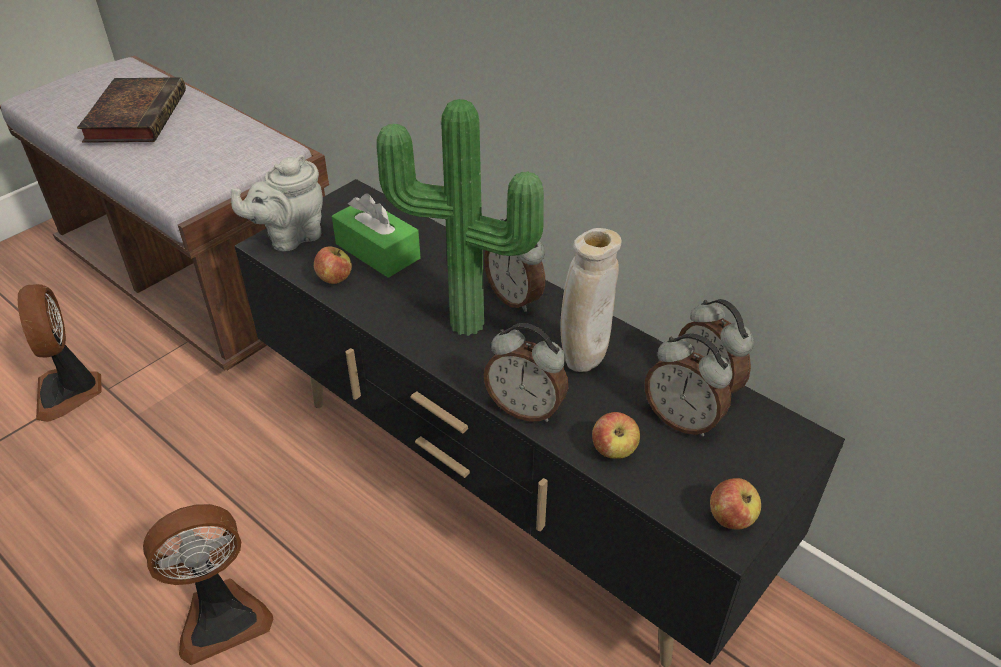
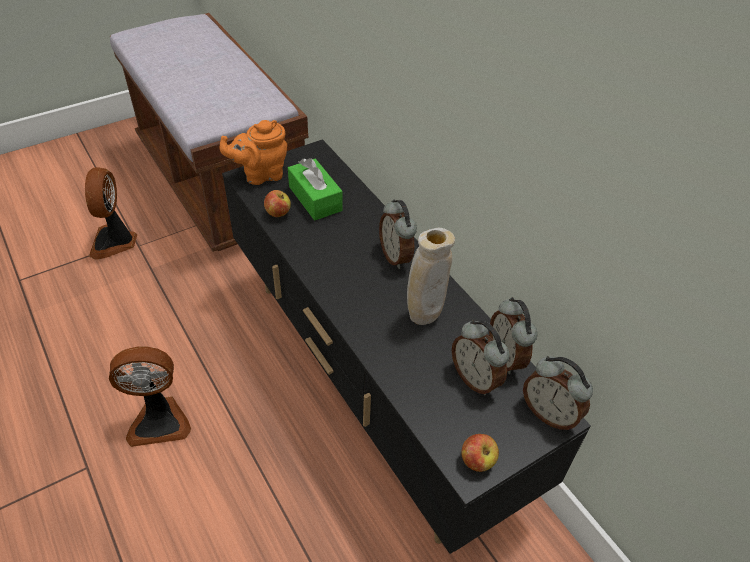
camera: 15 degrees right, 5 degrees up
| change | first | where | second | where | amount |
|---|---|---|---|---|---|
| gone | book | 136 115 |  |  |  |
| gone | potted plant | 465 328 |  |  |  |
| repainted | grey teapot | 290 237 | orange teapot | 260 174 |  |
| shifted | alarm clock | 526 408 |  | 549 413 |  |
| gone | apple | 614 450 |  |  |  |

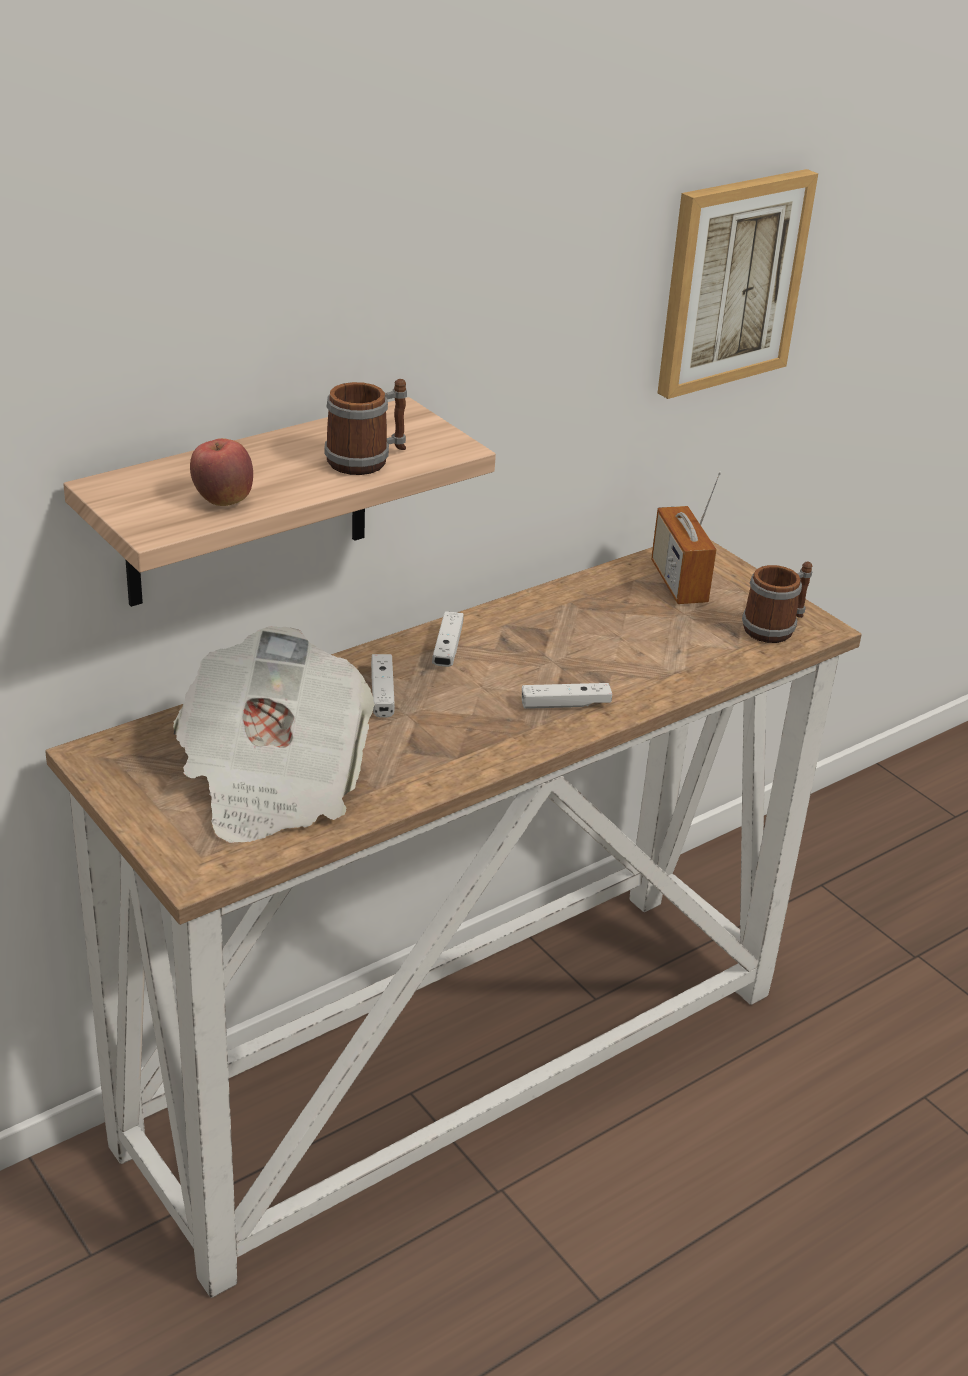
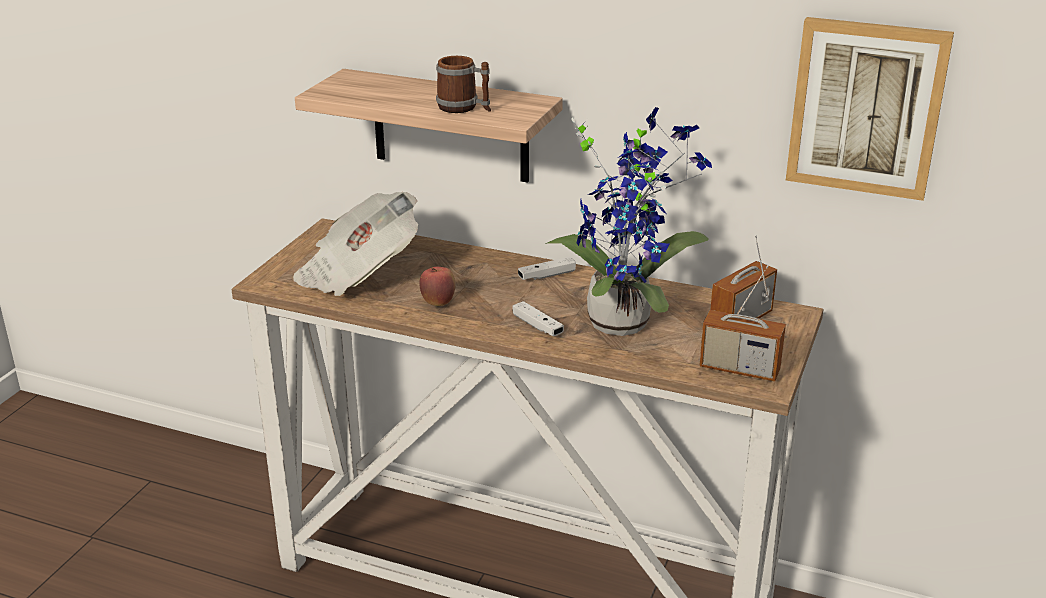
camera: 60 degrees right, 5 degrees down
| change | first | where | second | where | amount |
|---|---|---|---|---|---|
| shifted | apple | 222 501 |  | 438 302 |  |
| swapped | mug | 775 627 | radio | 739 369 |  |
| gone | white game controller | 382 693 |  |  |  |
| new |  |  | potted plant | 624 319 |  |

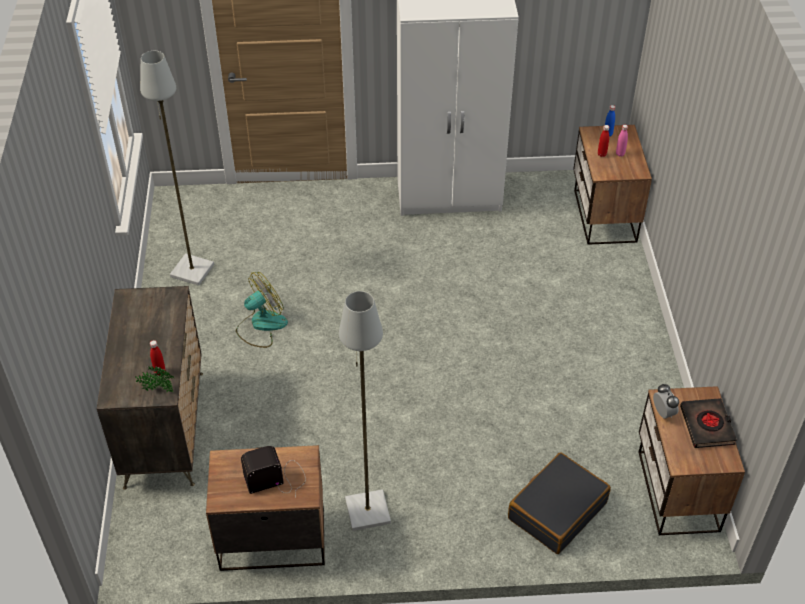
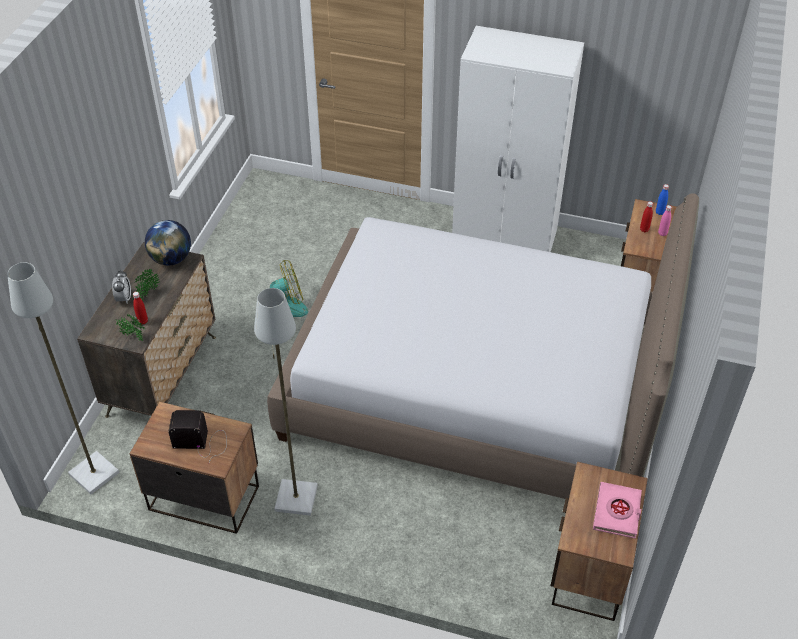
camera: 20 degrees right, 0 degrees up
| change | first | where | second | where | amount |
|---|---|---|---|---|---|
| shifted | grey floor lamp | 191 271 |  | 93 474 |  |
| shifted | alarm clock | 663 413 |  | 124 298 |  |
| repainted | black book | 707 426 | pink book | 617 512 |  |
| gone | black suitcase | 557 510 |  |  |  |
| new |  |  | bed | 477 388 |  |
| new |  |  | globe | 171 259 |  |
| new |  |  | potted plant | 146 295 |  |

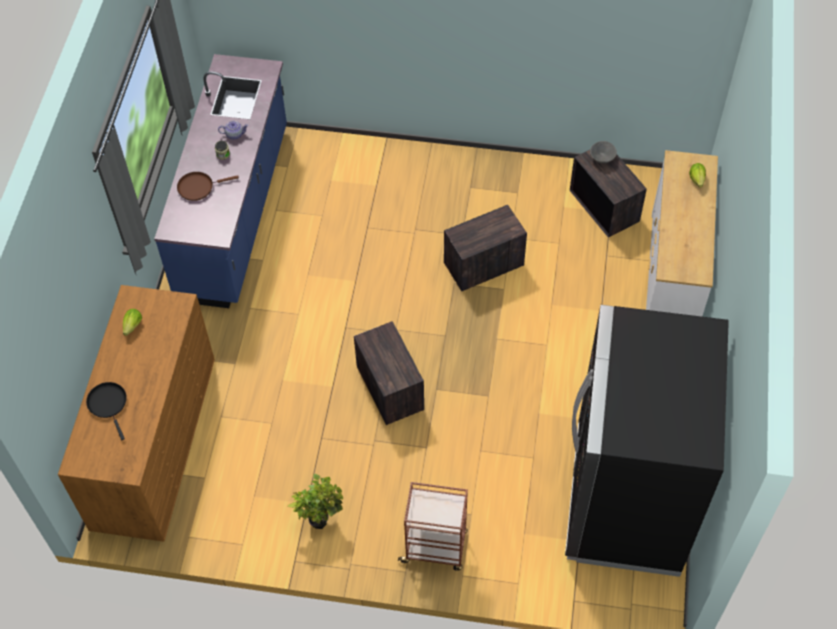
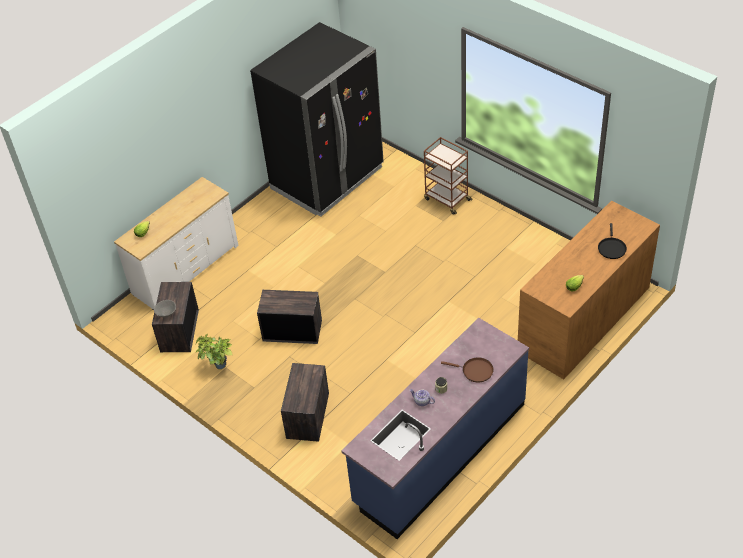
camera: 145 degrees left, 10 degrees down
| change | first | where | second | where | amount |
|---|---|---|---|---|---|
| shifted | crate | 389 386 |  | 308 416 |  |
| shifted | potted plant | 320 518 |  | 218 367 |  |

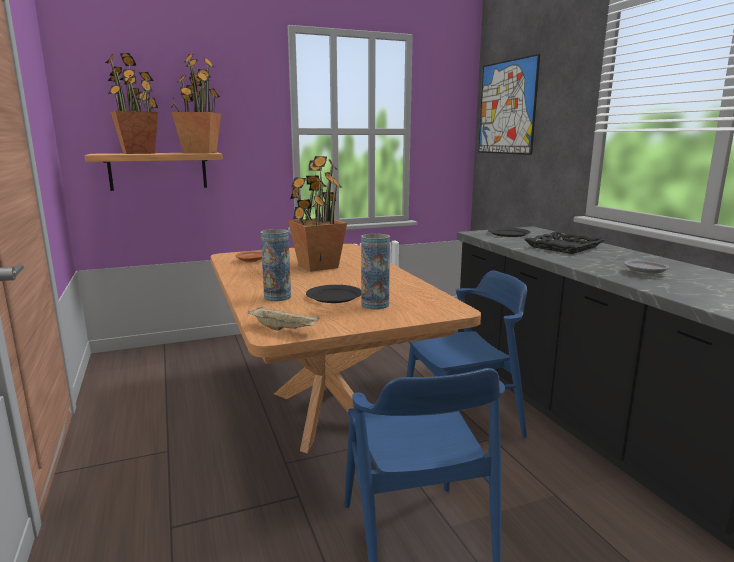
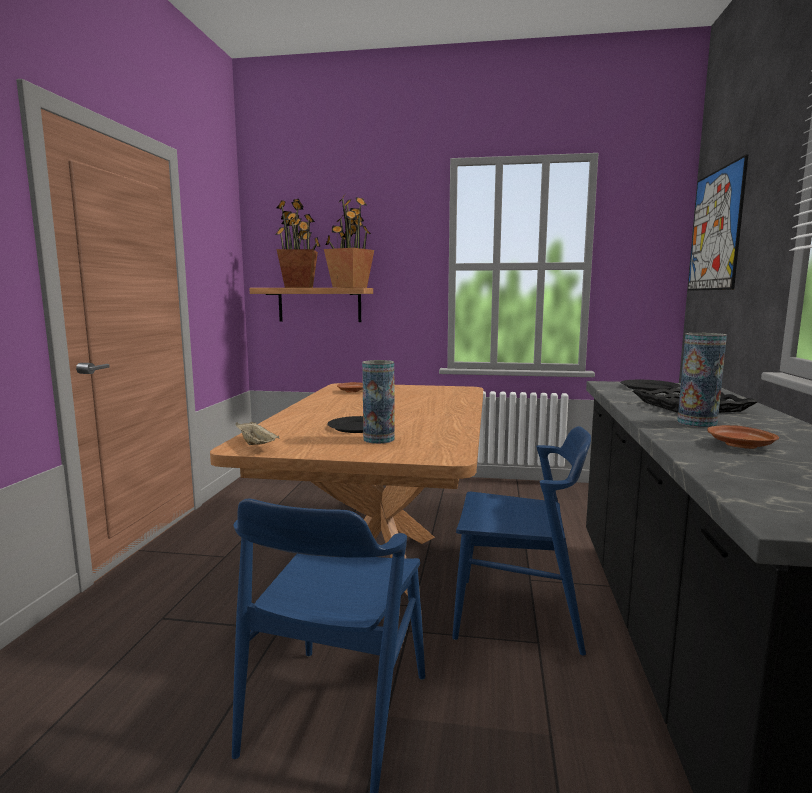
camera: 30 degrees right, 5 degrees down
| change | first | where | second | where | amount |
|---|---|---|---|---|---|
| gone | potted plant | 317 266 |  |  |  |
| shifted | vase | 277 297 |  | 697 423 |  |
| repainted | grey plate | 645 273 | brown plate | 740 446 |  |

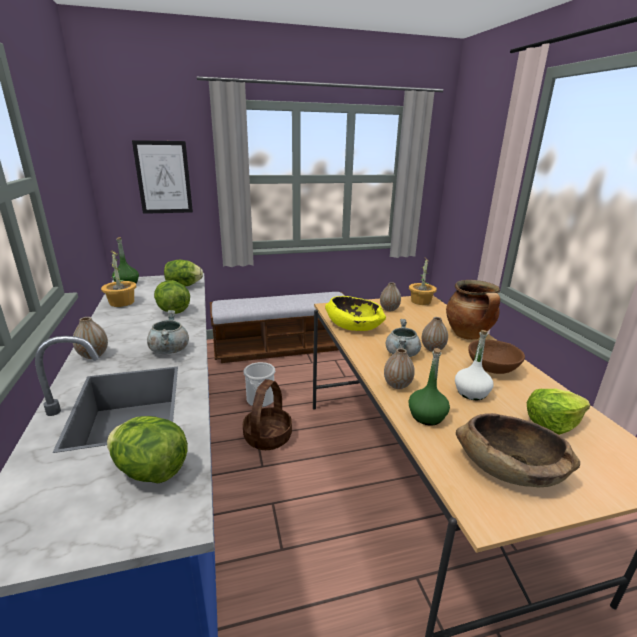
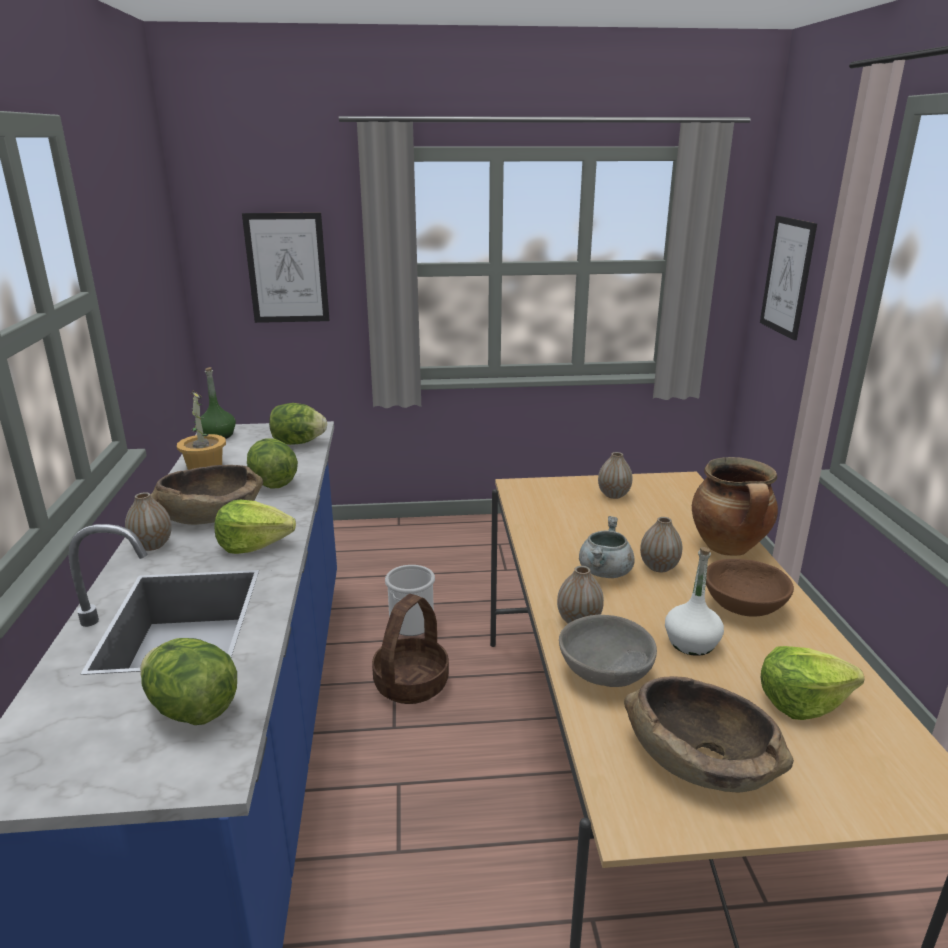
camera: 10 degrees right, 0 degrees up
| change | first | where | second | where | amount |
|---|---|---|---|---|---|
| gone | potted plant | 420 301 |  |  |  |
| gone | bench | 282 348 |  |  |  |
| gone | yellow bowl | 354 326 |  |  |  |
| swapped | grey cooking pot | 169 350 | lettuce | 254 544 |  |
| swapped | green bottle | 427 416 | grey bowl | 605 673 |  |
| new |  |  | picture | 787 276 |  |
| new |  |  | brown bowl | 211 514 |  |

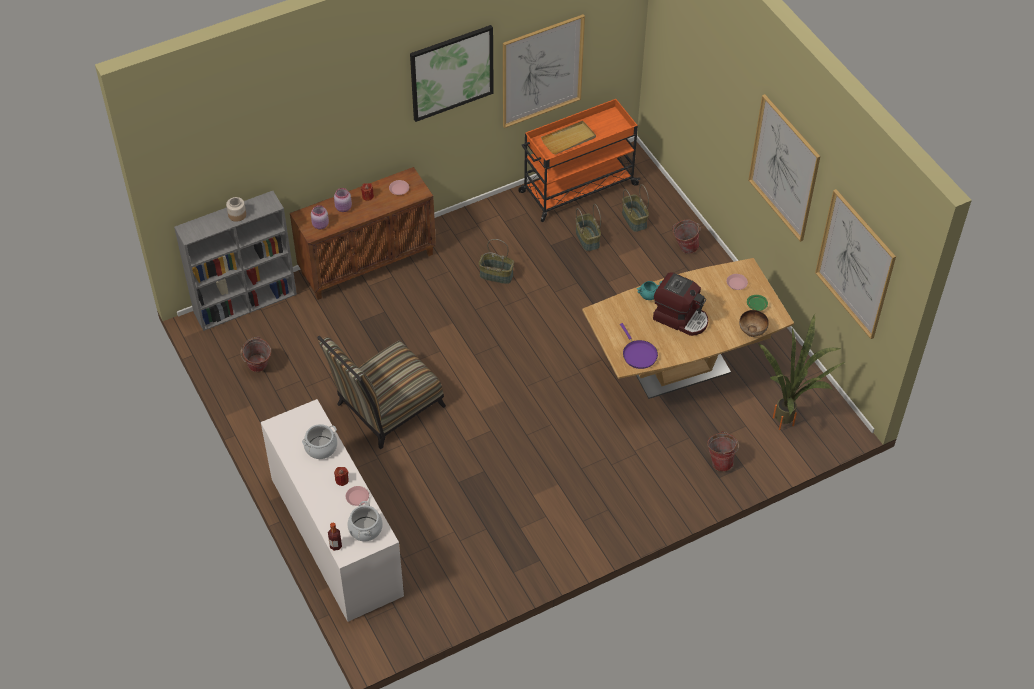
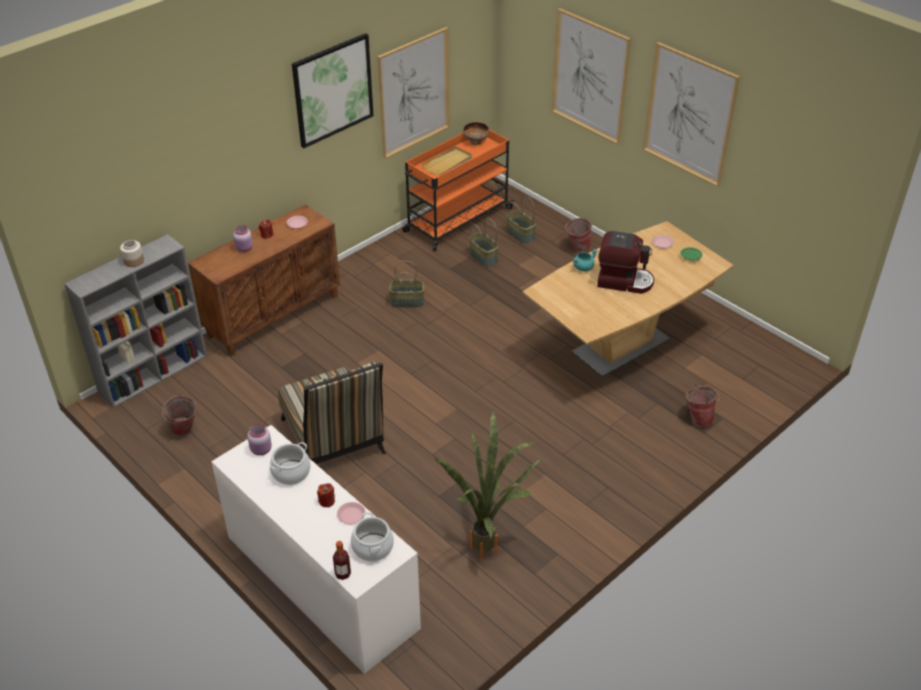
camera: 15 degrees left, 10 degrees down
| change | first | where | second | where | amount |
|---|---|---|---|---|---|
| shifted | picture | 855 264 |  | 590 76 |  |
| shifted | pink jar | 320 225 |  | 261 450 |  |
| shifted | bowl | 752 332 |  | 476 142 |  |
| shifted | potted plant | 790 421 |  | 491 547 |  |
| gone | purple frying pan | 638 354 |  |  |  |
| rotated | chair | 385 408 |  | 335 441 | 60 degrees counterclockwise |

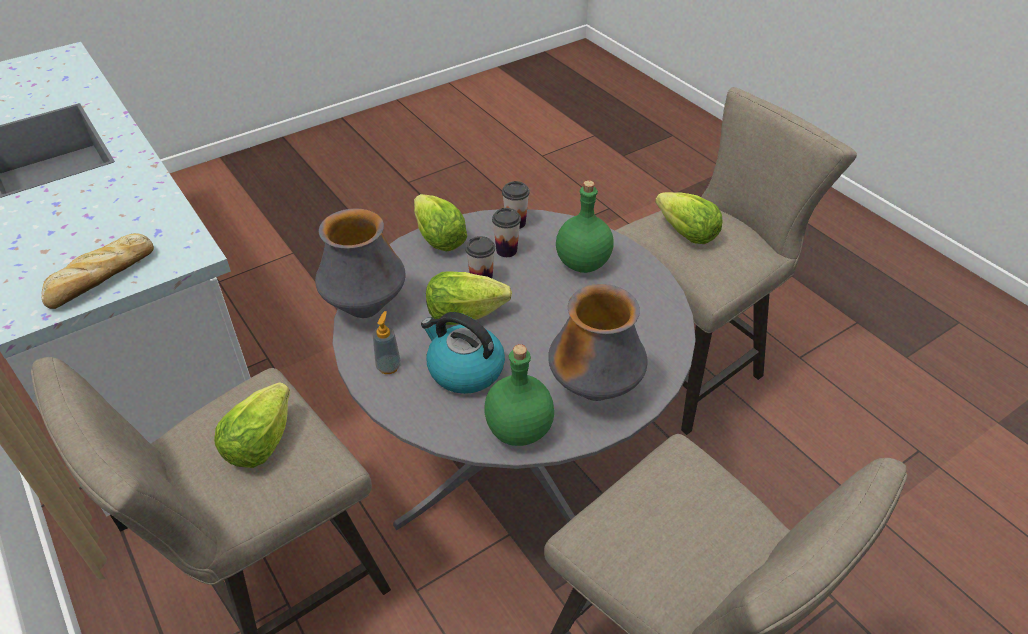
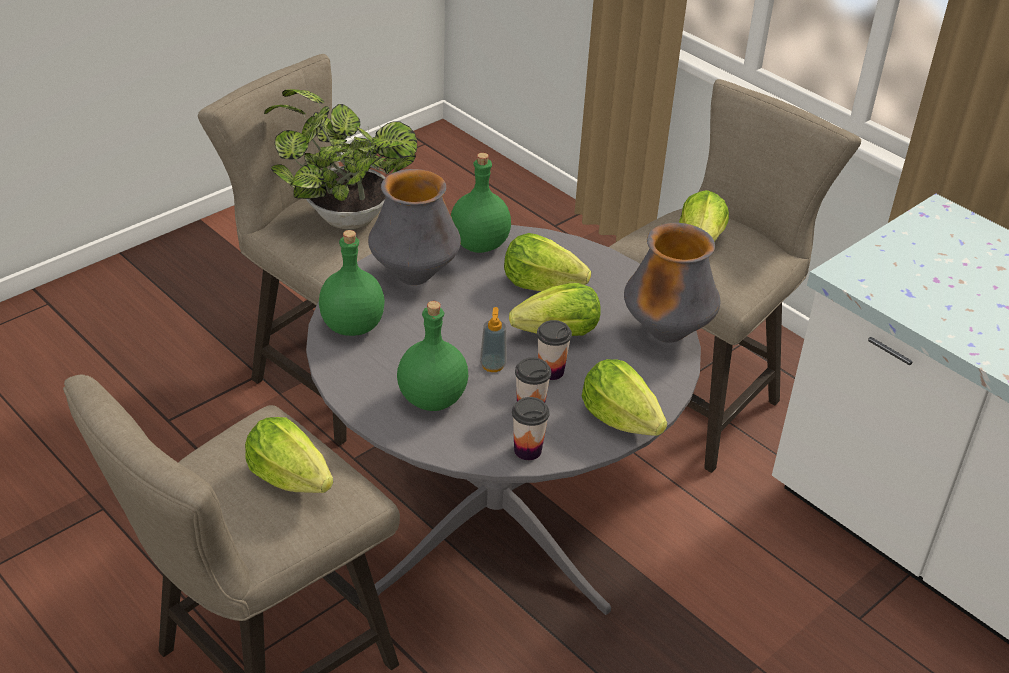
camera: 170 degrees right, 5 degrees down
| change | first | where | second | where | amount |
|---|---|---|---|---|---|
| gone | bread | 100 279 |  |  |  |
| shifted | soap dispenser | 388 366 |  | 492 365 |  |
| swapped | kettle | 464 370 | lettuce | 541 284 |  |
| new |  |  | potted plant | 342 216 |  |
| new |  |  | green bottle | 353 326 |  |

